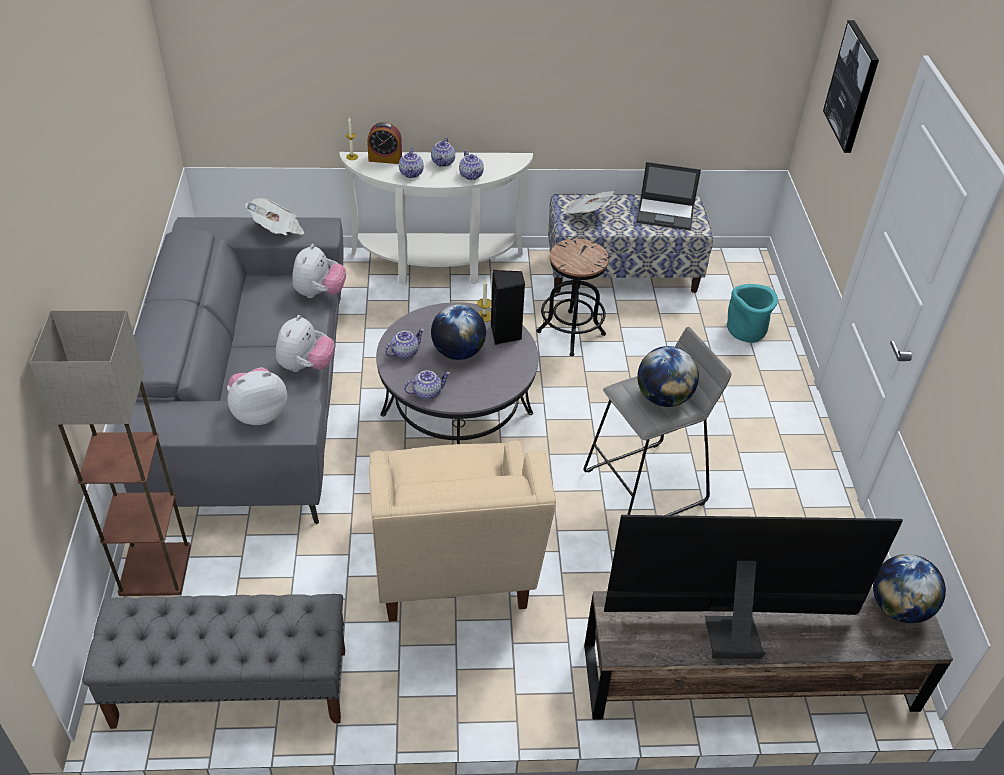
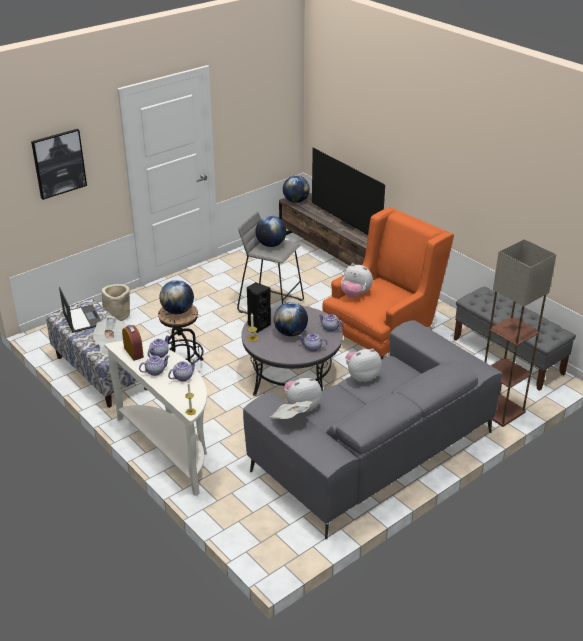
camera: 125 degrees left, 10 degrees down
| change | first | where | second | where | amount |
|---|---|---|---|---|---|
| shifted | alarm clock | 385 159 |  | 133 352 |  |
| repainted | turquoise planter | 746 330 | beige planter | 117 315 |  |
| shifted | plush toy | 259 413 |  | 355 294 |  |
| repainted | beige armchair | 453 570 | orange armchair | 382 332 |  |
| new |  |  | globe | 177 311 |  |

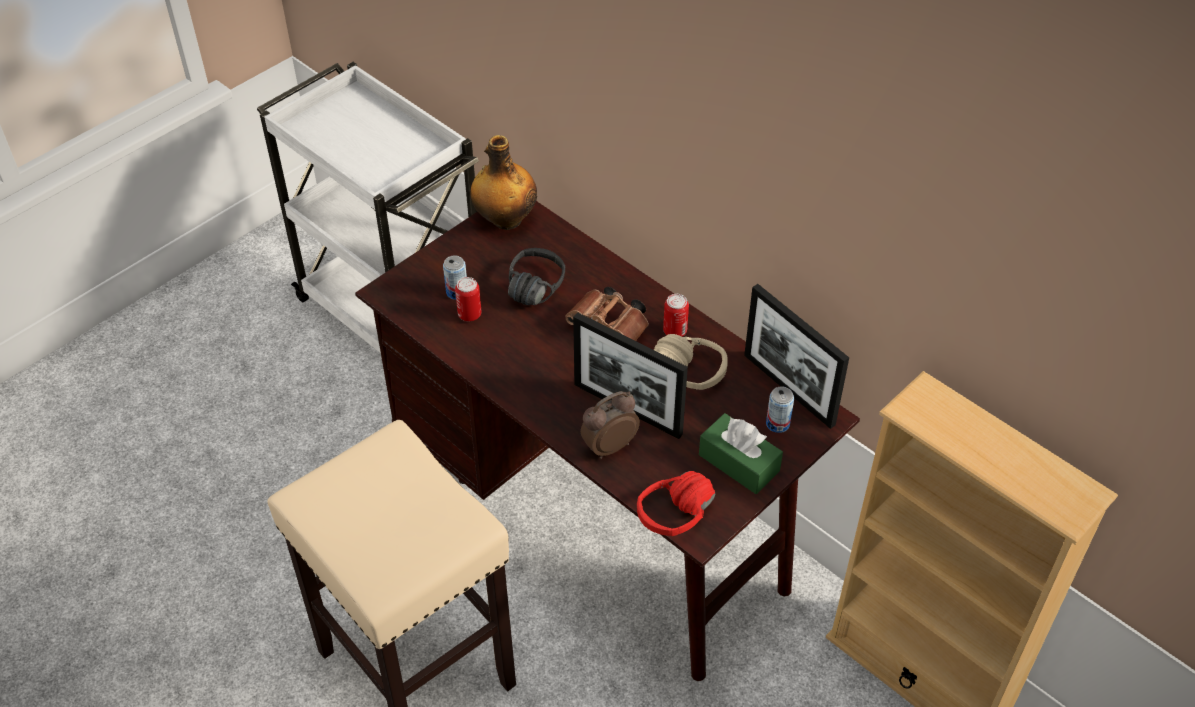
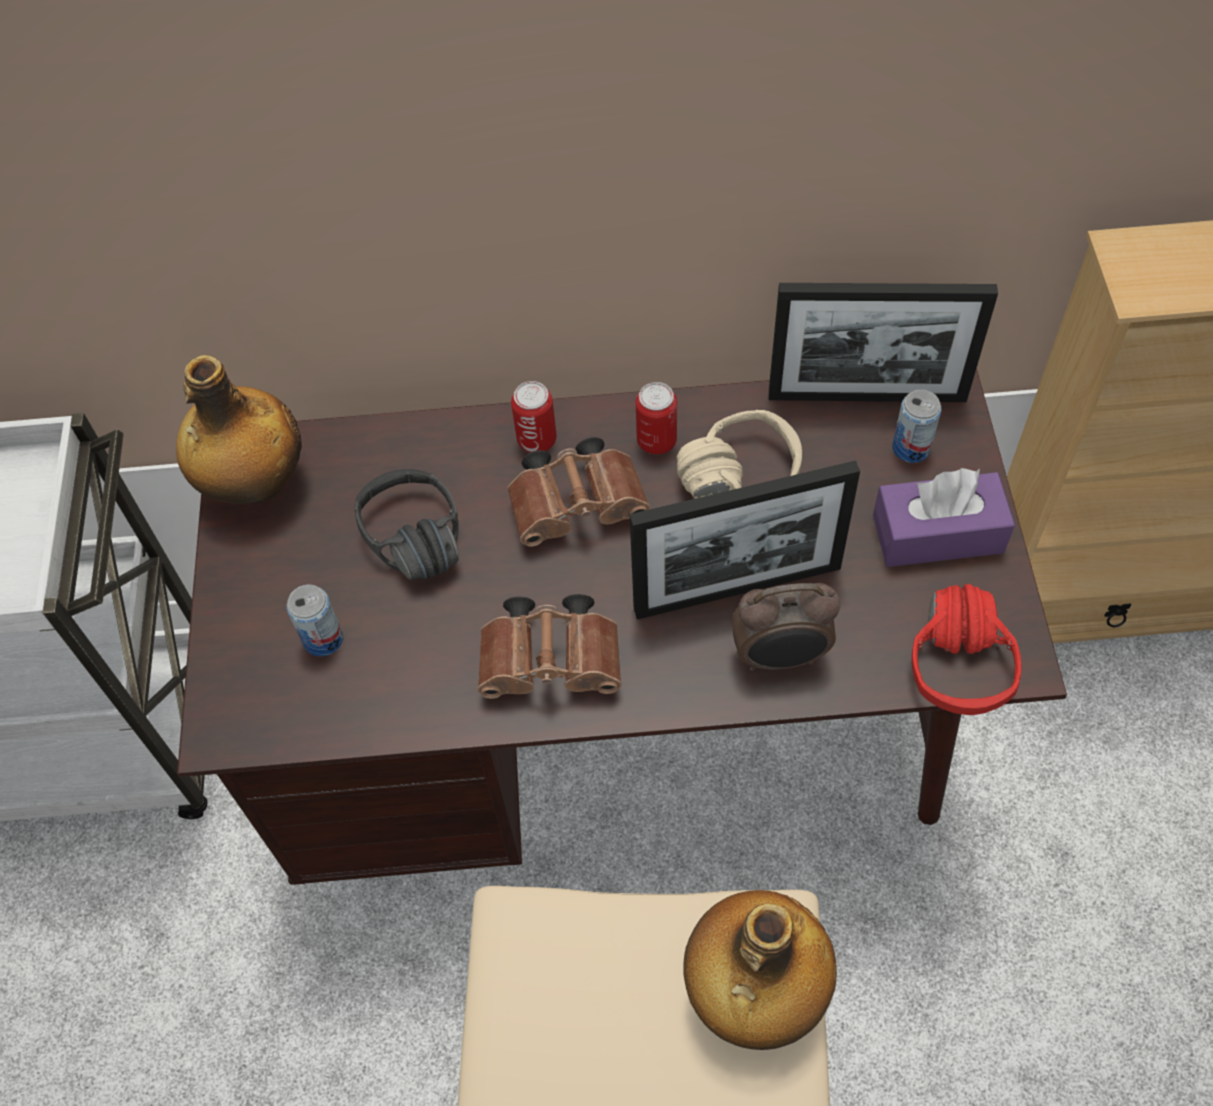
camera: 45 degrees left, 10 degrees up
| change | first | where | second | where | amount |
|---|---|---|---|---|---|
| shifted | can | 469 314 |  | 537 440 |  |
| rotated | alarm clock | 608 446 |  | 781 657 | 105 degrees counterclockwise |
| repainted | green tissue box | 739 463 | purple tissue box | 937 533 |  |
| new |  |  | brown binoculars | 555 662 |  |
| new |  |  | bottle | 753 990 |  |

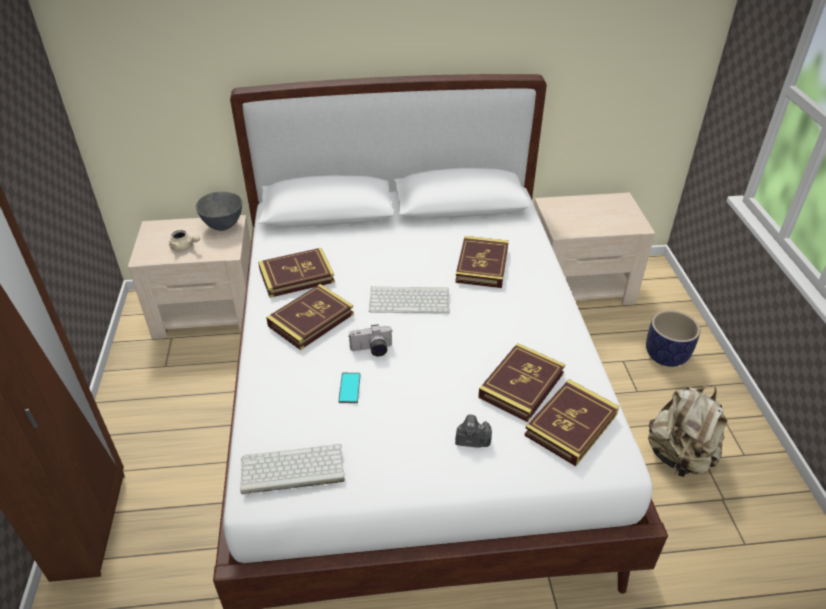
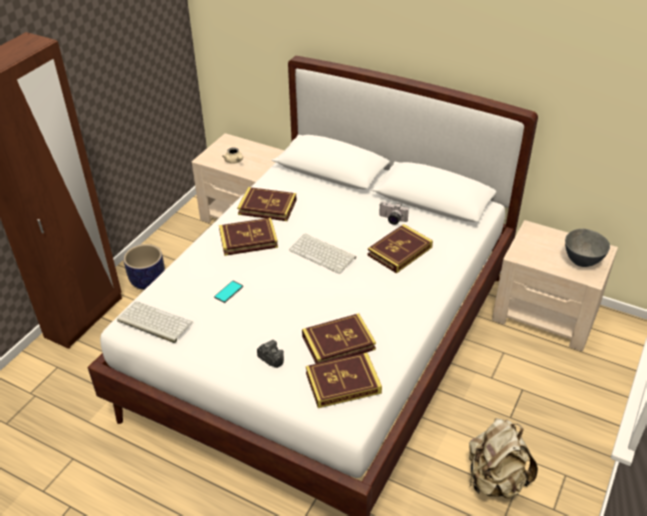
camera: 35 degrees right, 0 degrees up
| change | first | where | second | where | amount |
|---|---|---|---|---|---|
| shifted | grey bowl | 223 226 |  | 581 262 |  |
| shifted | planter | 666 355 |  | 148 281 |  |
| shifted | photo camera | 372 350 |  | 392 220 |  |

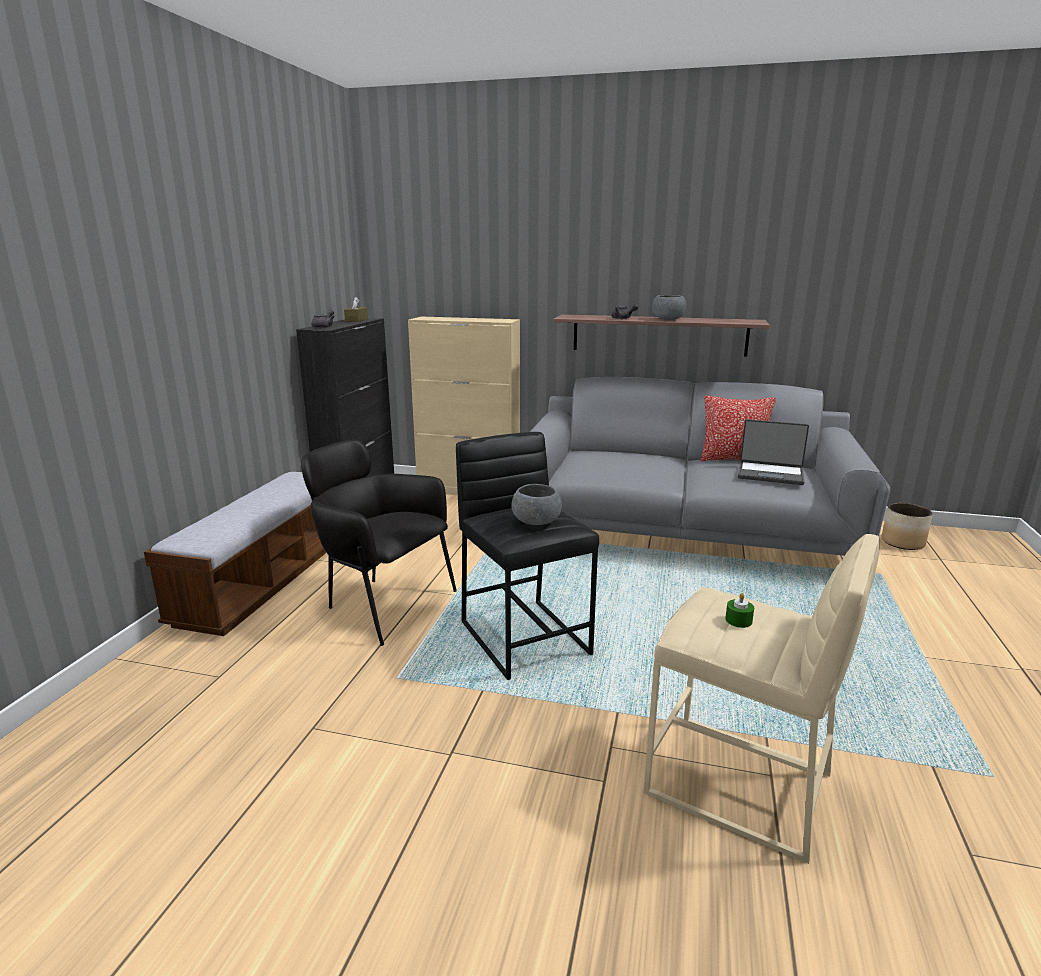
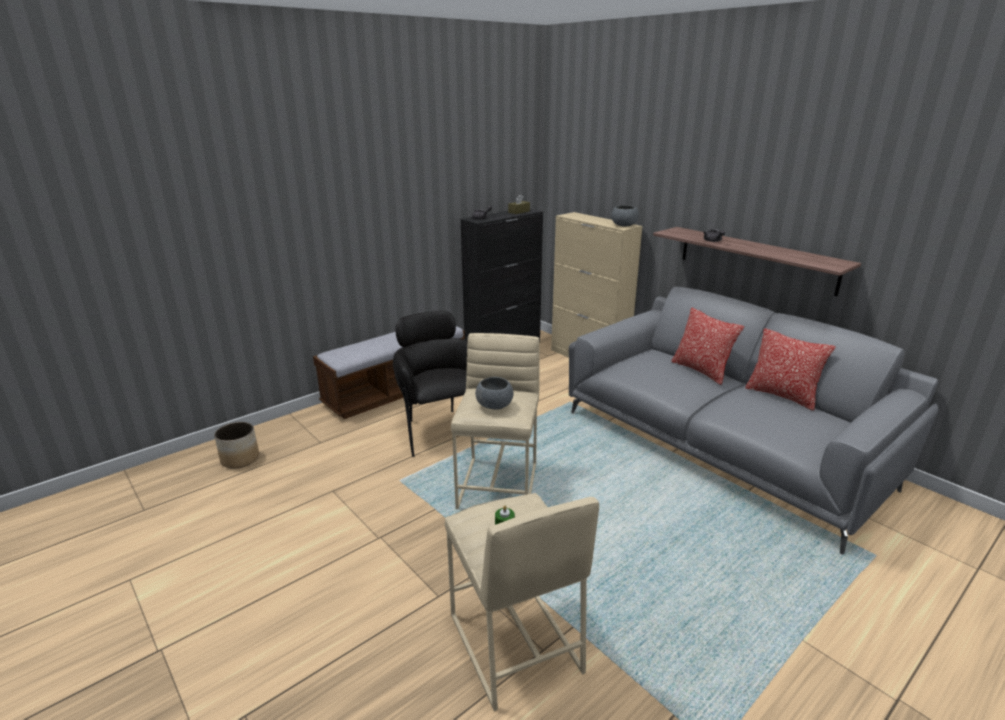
camera: 35 degrees right, 5 degrees up
| change | first | where | second | where | amount |
|---|---|---|---|---|---|
| shifted | grey bowl | 667 319 |  | 623 225 |  |
| gone | laptop | 770 474 |  |  |  |
| repainted | black stool | 525 637 | beige stool | 499 485 |  |
| shifted | planter | 903 543 |  | 240 459 |  |
| new |  |  | pillow | 701 371 |  |

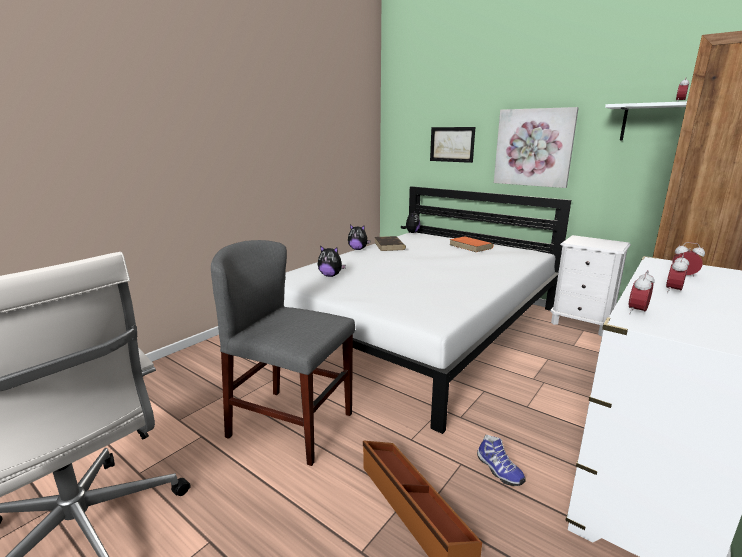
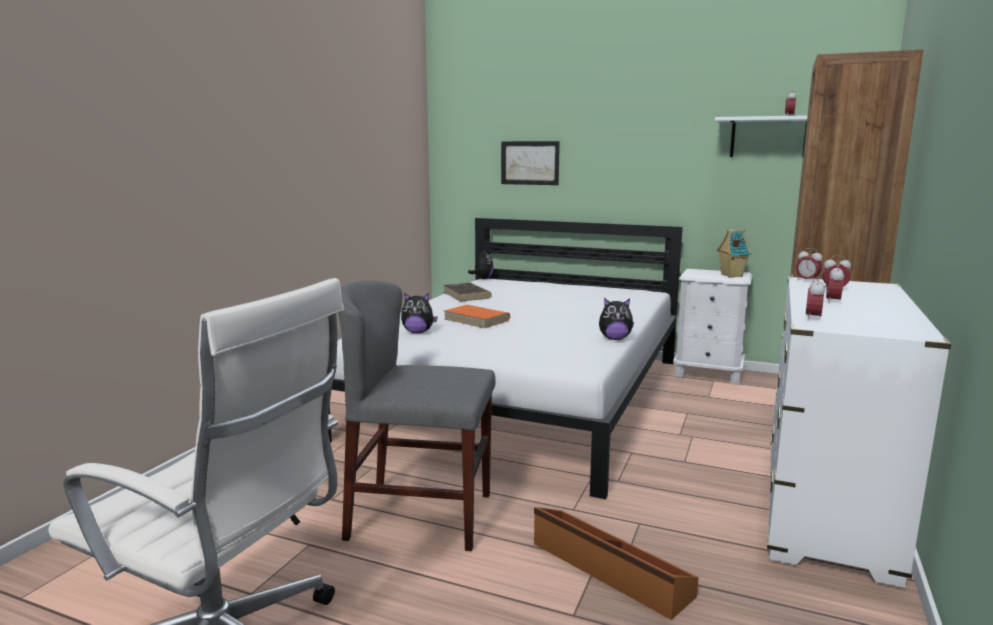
camera: 15 degrees left, 5 degrees down
| change | first | where | second | where | amount |
|---|---|---|---|---|---|
| gone | picture | 533 147 |  |  |  |
| shifted | plush toy | 358 249 |  | 615 339 |  |
| shifted | orange book | 471 246 |  | 477 319 |  |
| gone | shoe | 498 470 |  |  |  |
| new |  |  | toy house | 731 275 |  |
| new |  |  | alarm clock | 807 281 |  |

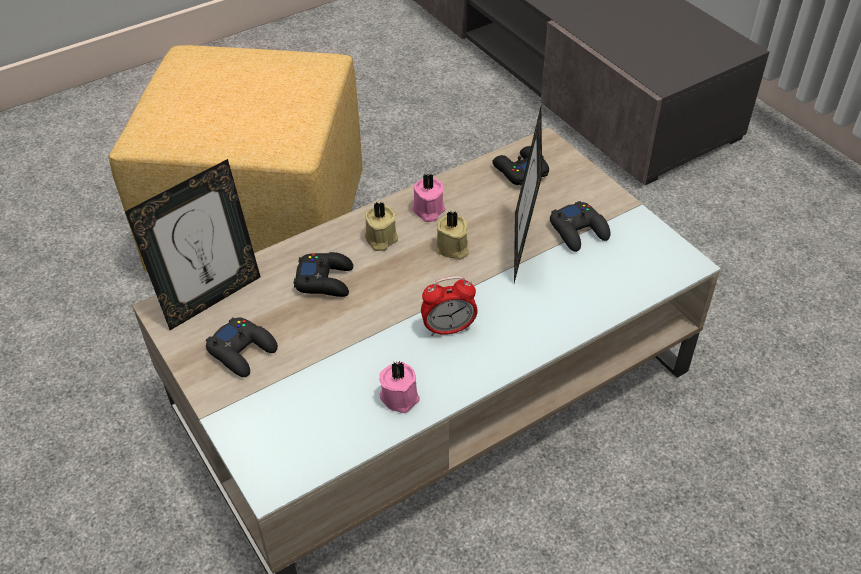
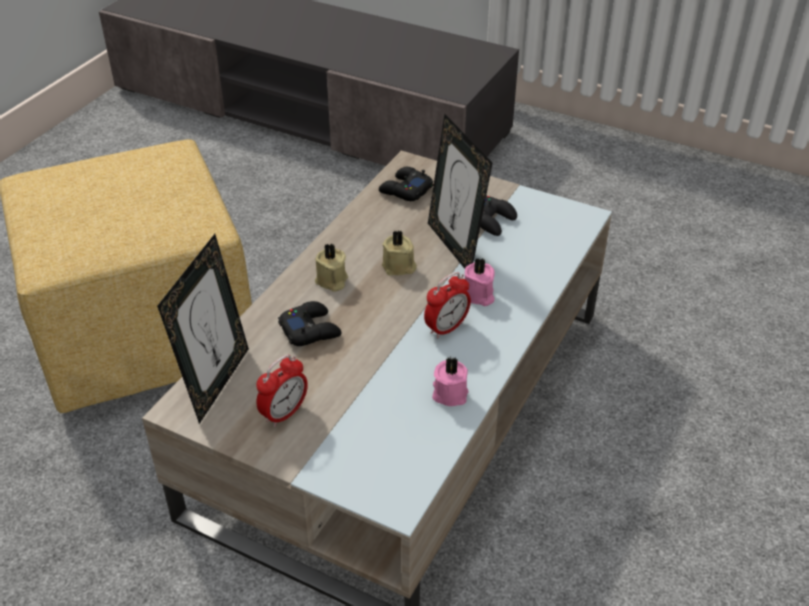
camera: 30 degrees left, 5 degrees down
| change | first | where | second | where | amount |
|---|---|---|---|---|---|
| shifted | pink candle | 428 211 |  | 478 296 |  |
| swapped | black game controller | 243 351 | alarm clock | 284 413 |  |

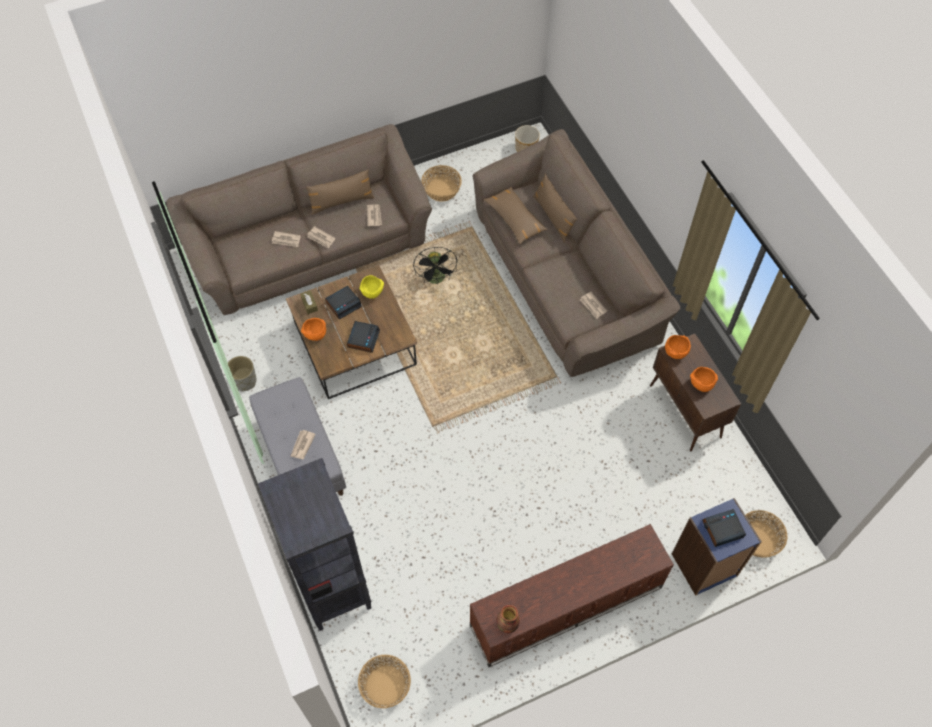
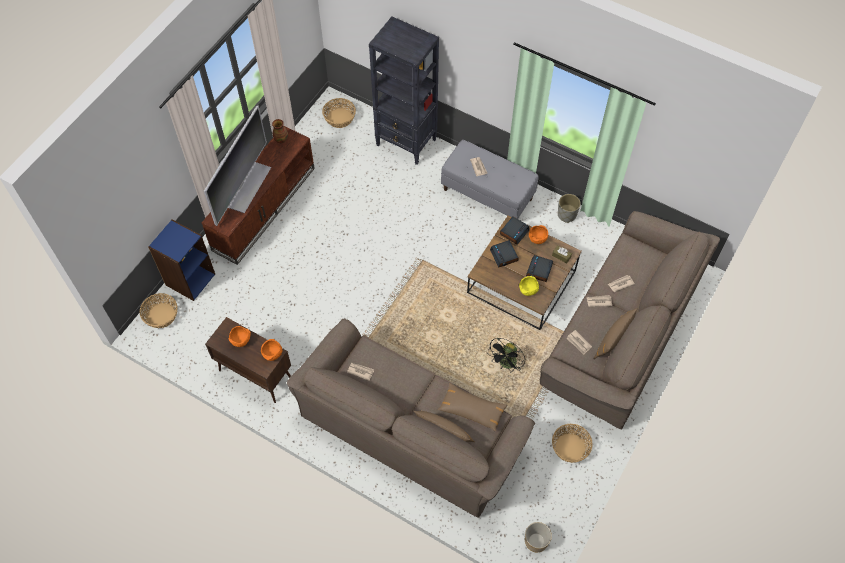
camera: 145 degrees right, 0 degrees up
| change | first | where | second | where | amount |
|---|---|---|---|---|---|
| rotated | black fan | 437 280 |  | 506 364 | 105 degrees counterclockwise |
| shifted | alarm clock | 722 529 |  | 514 232 |  |
| new |  |  | television | 248 187 |  |

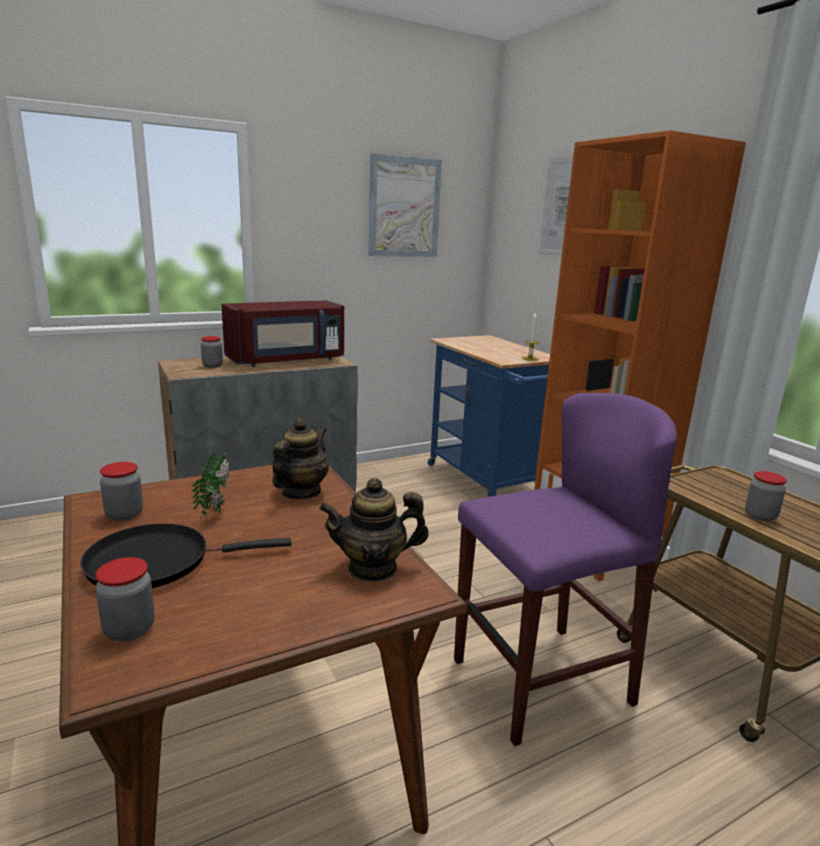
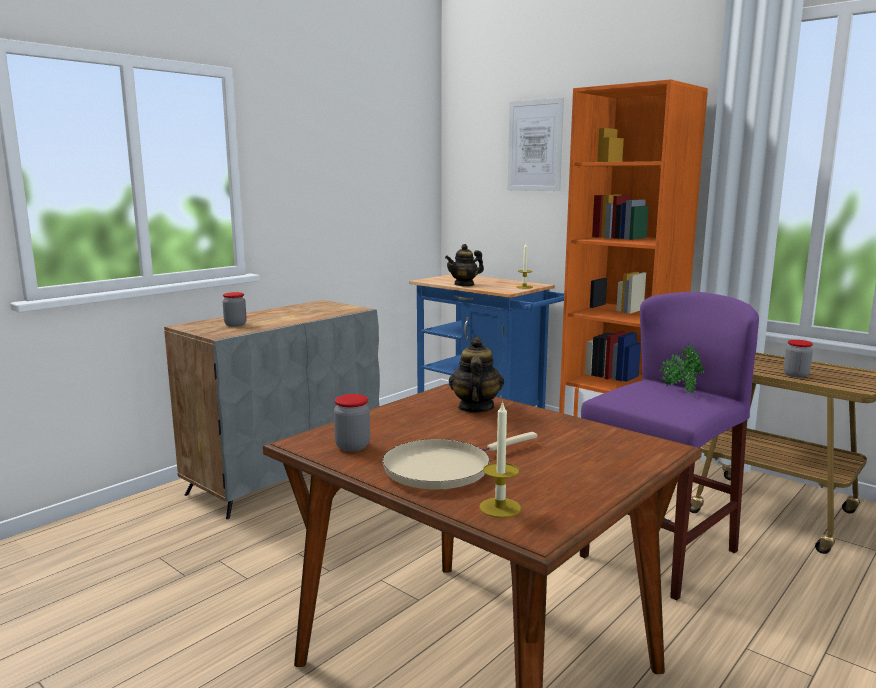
camera: 20 degrees left, 5 degrees down
| change | first | where | second | where | amount |
|---|---|---|---|---|---|
| gone | picture | 404 207 |  |  |  |
| gone | red microwave | 287 360 |  |  |  |
| shifted | potted plant | 217 510 |  | 679 390 |  |
| shifted | teapot | 373 568 |  | 464 284 |  |
| repainted | black frying pan | 157 562 | beige frying pan | 443 468 |  |
| swapped | jar | 129 629 | candle | 500 507 |  |

